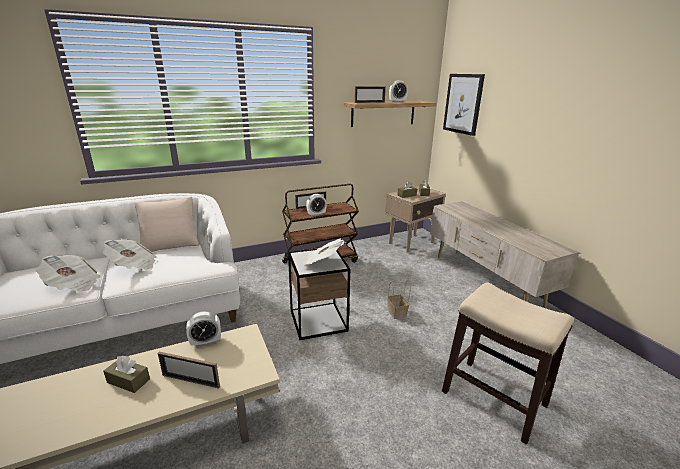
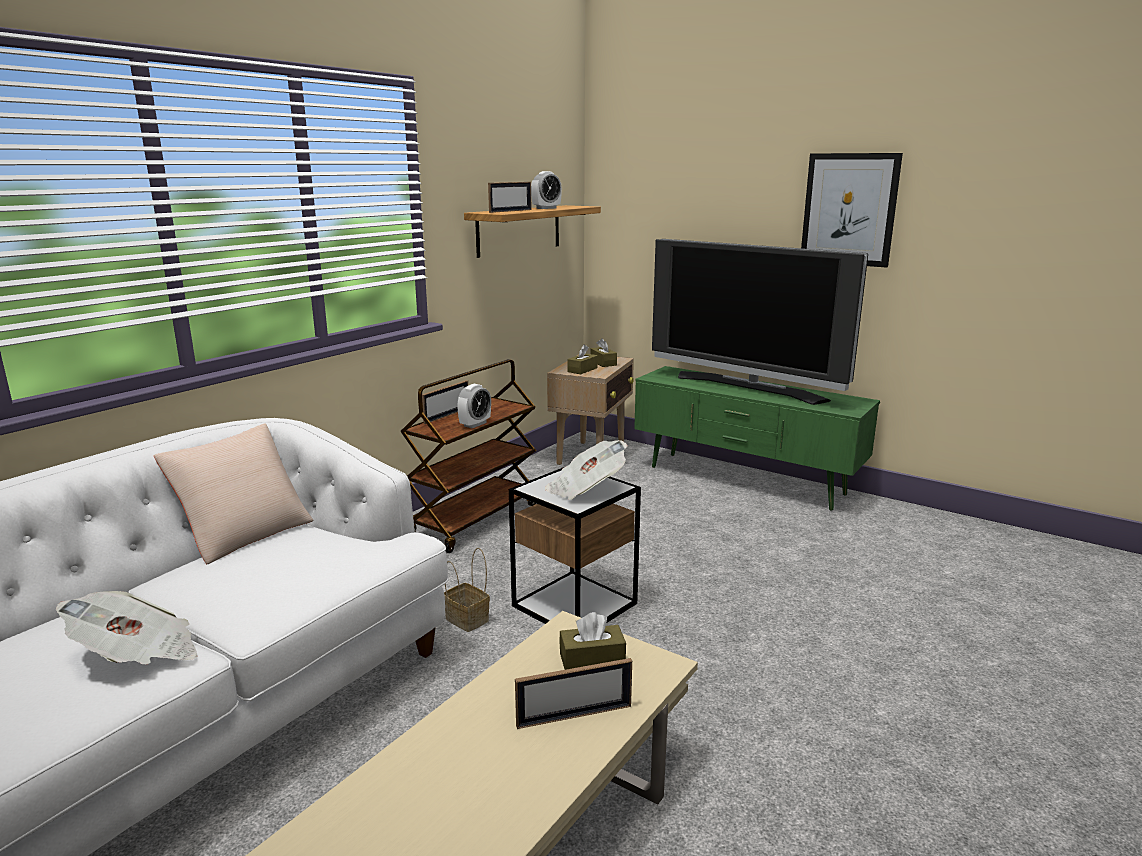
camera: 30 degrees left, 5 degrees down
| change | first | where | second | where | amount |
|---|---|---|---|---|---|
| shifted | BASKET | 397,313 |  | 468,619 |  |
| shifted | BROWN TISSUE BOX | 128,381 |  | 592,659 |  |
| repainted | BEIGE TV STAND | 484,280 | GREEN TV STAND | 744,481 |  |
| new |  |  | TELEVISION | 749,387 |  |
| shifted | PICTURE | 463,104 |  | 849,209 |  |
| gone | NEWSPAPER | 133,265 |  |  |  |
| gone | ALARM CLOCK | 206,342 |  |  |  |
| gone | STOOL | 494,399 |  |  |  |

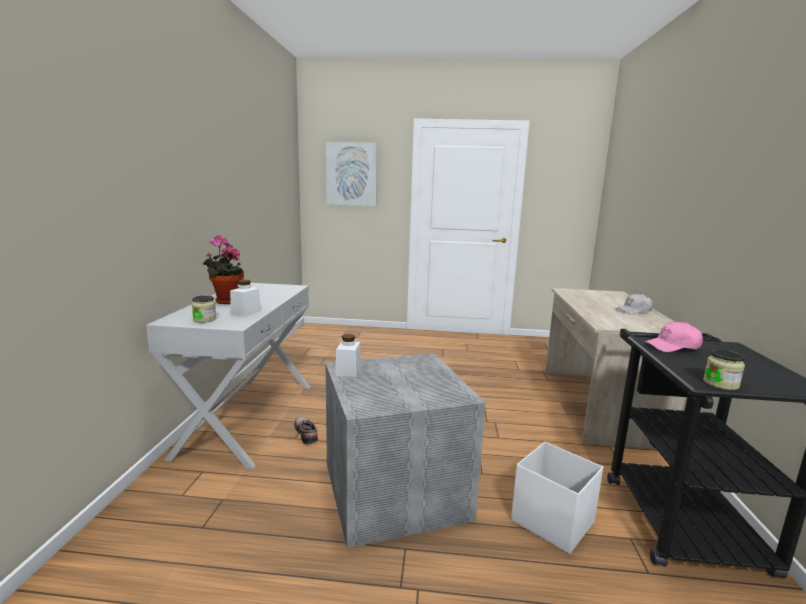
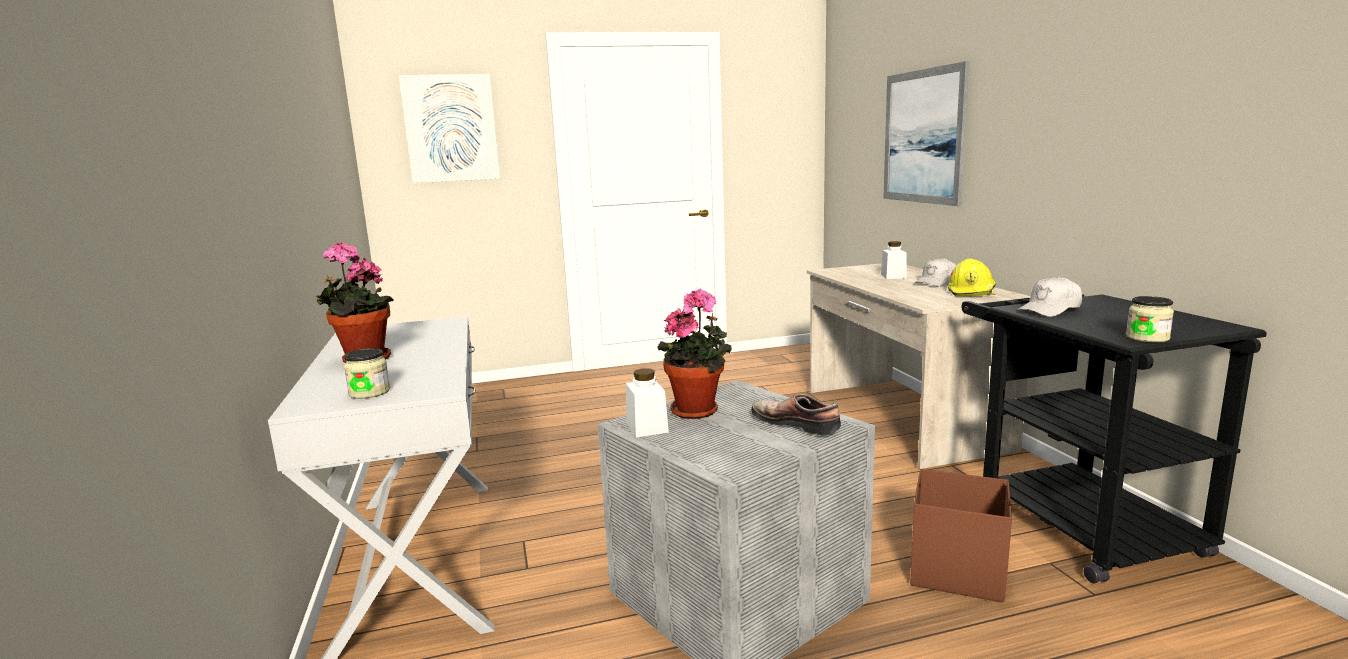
camera: 20 degrees left, 0 degrees up
| change | first | where | second | where | amount |
|---|---|---|---|---|---|
| new |  |  | POTTED PLANT | 698,410 |  |
| shifted | SHOE | 307,433 |  | 797,423 |  |
| shifted | WHITE JAR | 246,312 |  | 893,276 |  |
| new |  |  | PICTURE | 923,137 |  |
| repainted | WHITE STORAGE BOX | 551,521 | BROWN STORAGE BOX | 955,571 |  |
| new |  |  | YELLOW HARD HAT | 972,292 |  |
| repainted | PINK CAP | 672,346 | WHITE CAP | 1050,310 |  |

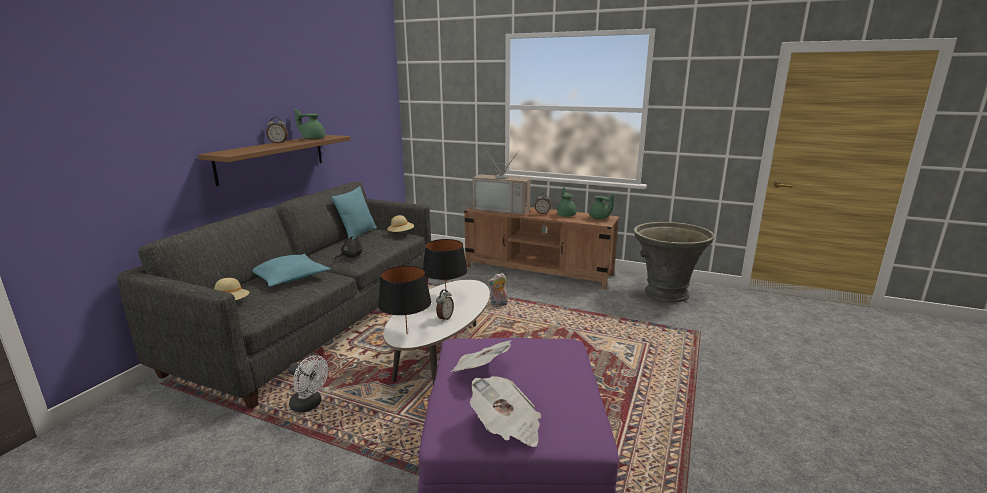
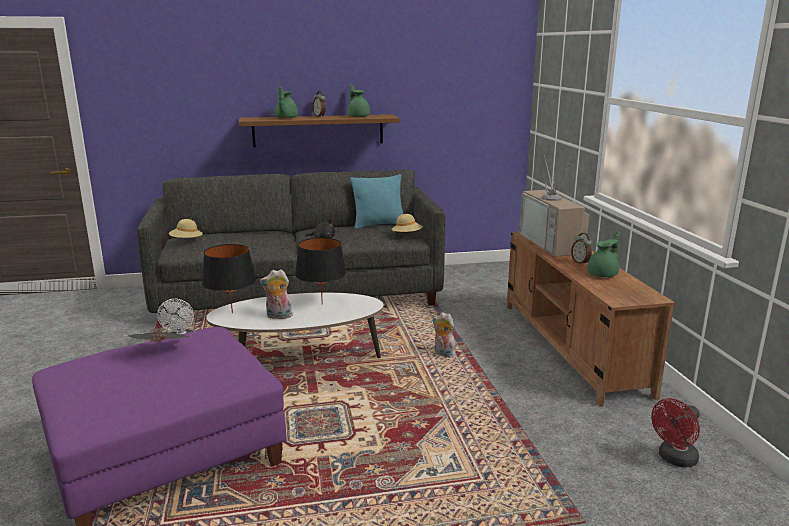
camera: 55 degrees right, 0 degrees up
| change | first | where | second | where | amount |
|---|---|---|---|---|---|
| swapped | ALARM CLOCK | 444,318 | PLUSH TOY | 278,316 |  |
| shifted | GREEN TEAPOT | 599,218 |  | 285,118 |  |
| swapped | GREY PLANTER | 665,293 | RED FAN | 674,459 |  |
| gone | TURQUOISE PILLOW | 290,277 |  |  |  |
| gone | NEWSPAPER | 507,427 |  |  |  |

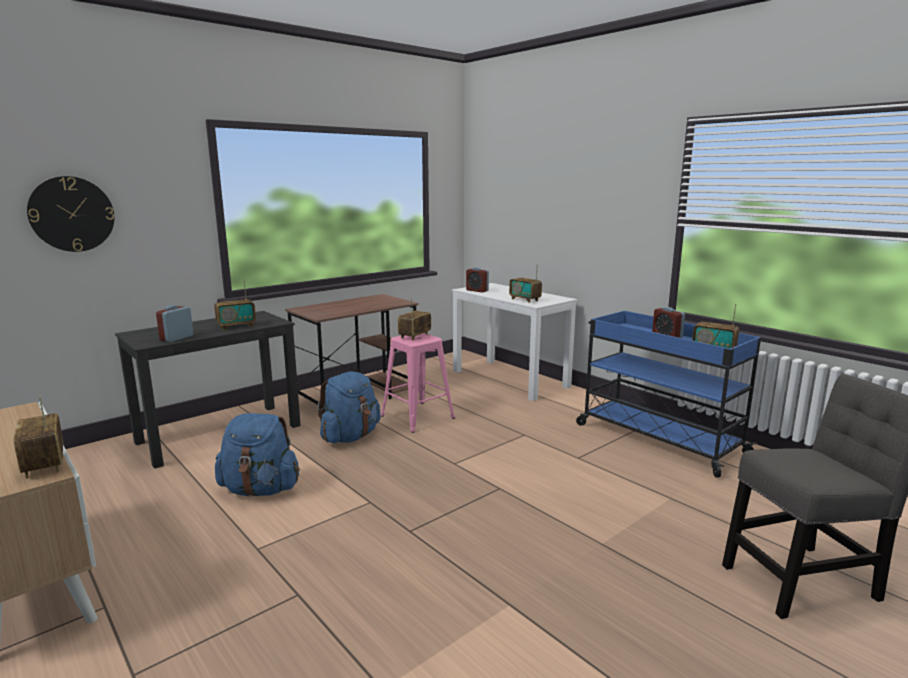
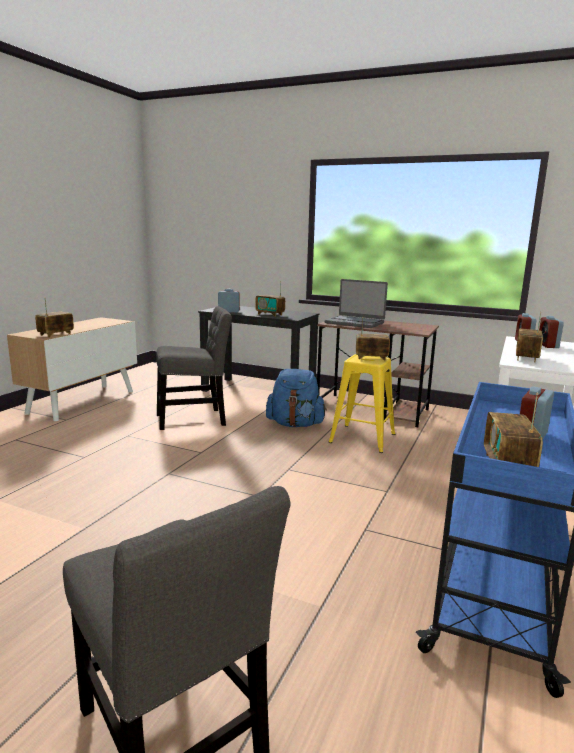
camera: 65 degrees right, 0 degrees up
| change | first | where | second | where | amount |
|---|---|---|---|---|---|
| swapped | BLUE BACKPACK | 260,490 | GREY CHAIR | 195,419 |  |
| new |  |  | LAPTOP | 355,323 |  |
| repainted | PINK STOOL | 417,417 | YELLOW STOOL | 361,438 |  |
| new |  |  | ALARM CLOCK | 547,345 |  |
| gone | WALL CLOCK | 72,214 |  |  |  |

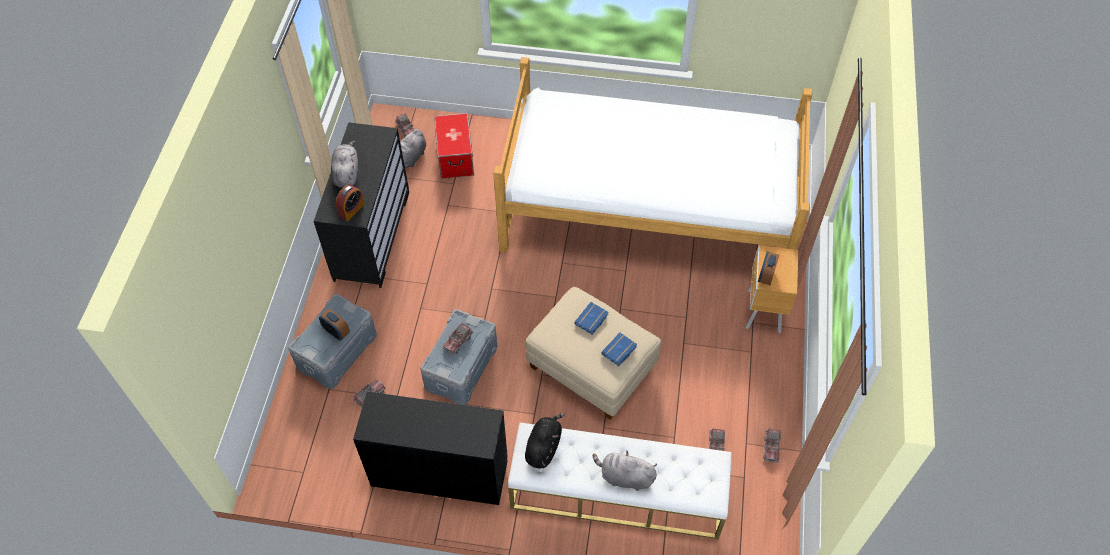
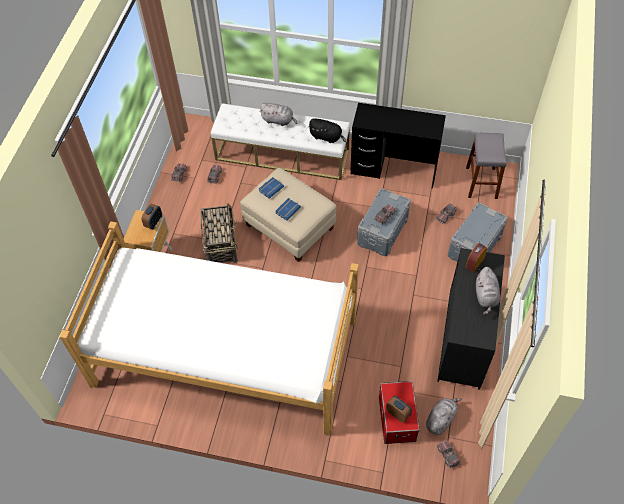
camera: 175 degrees left, 0 degrees up
| change | first | where | second | where | amount |
|---|---|---|---|---|---|
| new |  |  | BASKET | 221,243 |  |
| rotated | BLACK PLUSH TOY | 543,447 |  | 327,137 | 90 degrees counterclockwise |
| shifted | ALARM CLOCK | 336,332 |  | 397,413 |  |
| new |  |  | GREY STOOL | 481,182 |  |

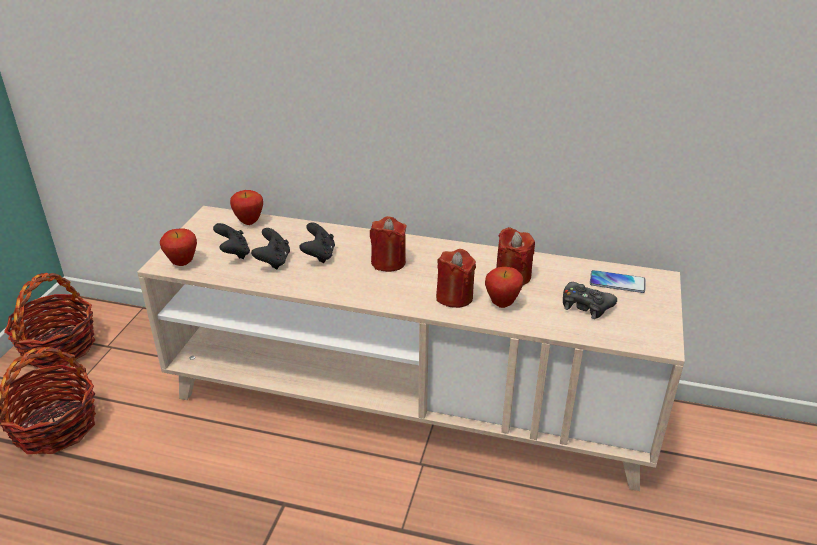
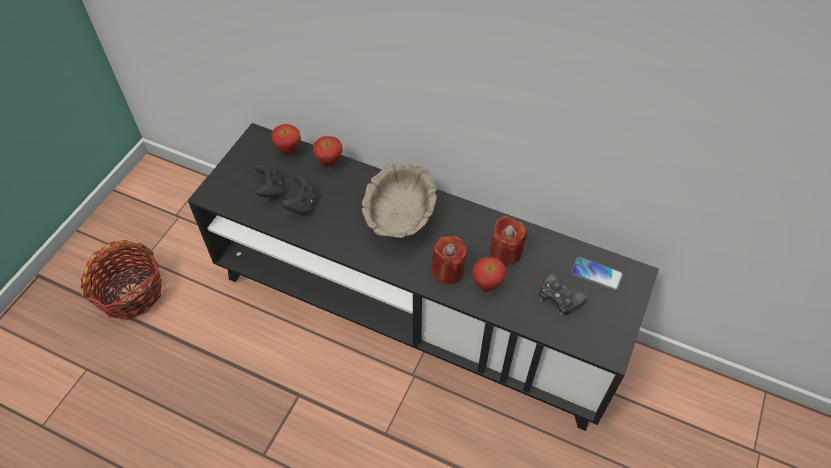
camera: 10 degrees right, 20 degrees up
| change | first | where | second | where | amount |
|---|---|---|---|---|---|
| repainted | BEIGE TV STAND | 408,401 | BLACK TV STAND | 415,311 |  |
| shifted | APPLE | 182,263 |  | 329,163 |  |
| swapped | RED CANDLE | 388,262 | BEIGE BOWL | 400,219 |  |
| gone | BASKET | 59,347 |  |  |  |
| gone | BLACK GAME CONTROLLER | 319,255 |  |  |  |

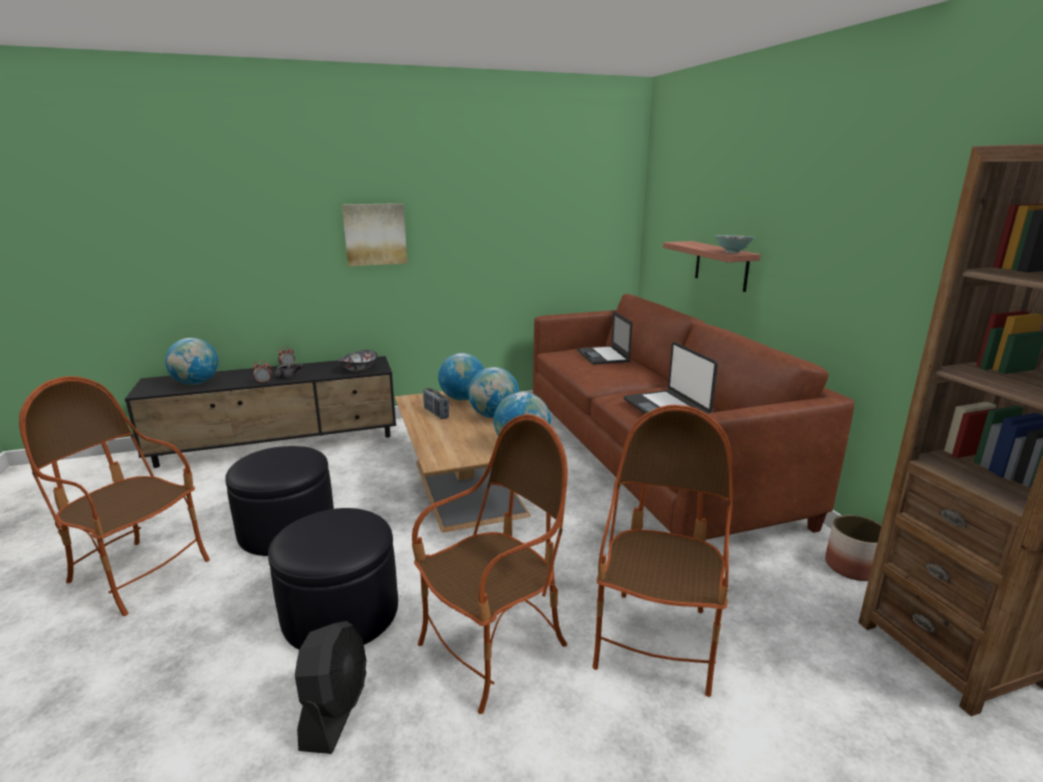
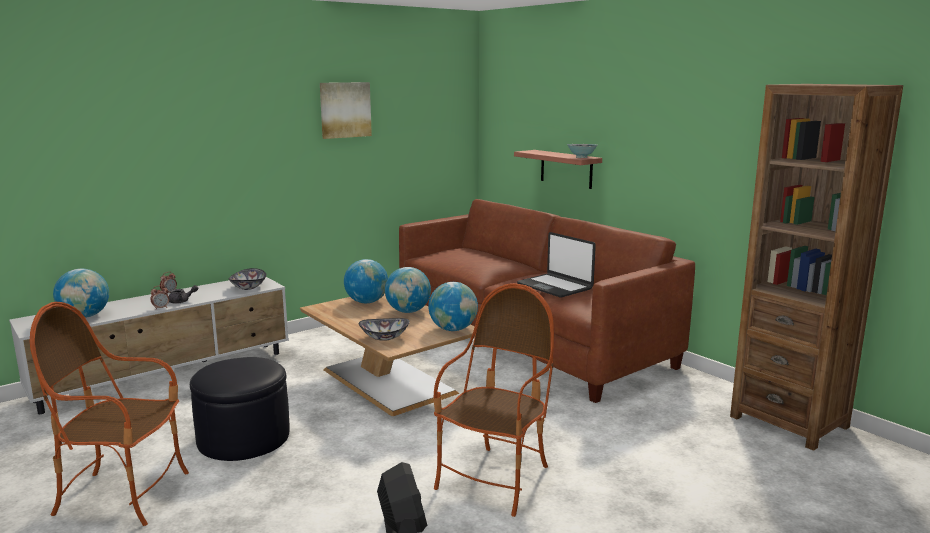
camera: 20 degrees left, 5 degrees down
| change | first | where | second | where | amount |
|---|---|---|---|---|---|
| repainted | BLACK TV STAND | 280,445 | WHITE TV STAND | 167,376 |  |
| shifted | PICTURE | 375,234 |  | 345,110 |  |
| new |  |  | BOWL | 384,338 |  |
| gone | BLACK OTTOMAN | 341,612 |  |  |  |
| gone | RADIO | 436,413 |  |  |  |
| gone | LAPTOP | 603,356 |  |  |  |
| gone | ARMCHAIR | 657,642 |  |  |  |
| gone | PLANTER | 853,567 |  |  |  |

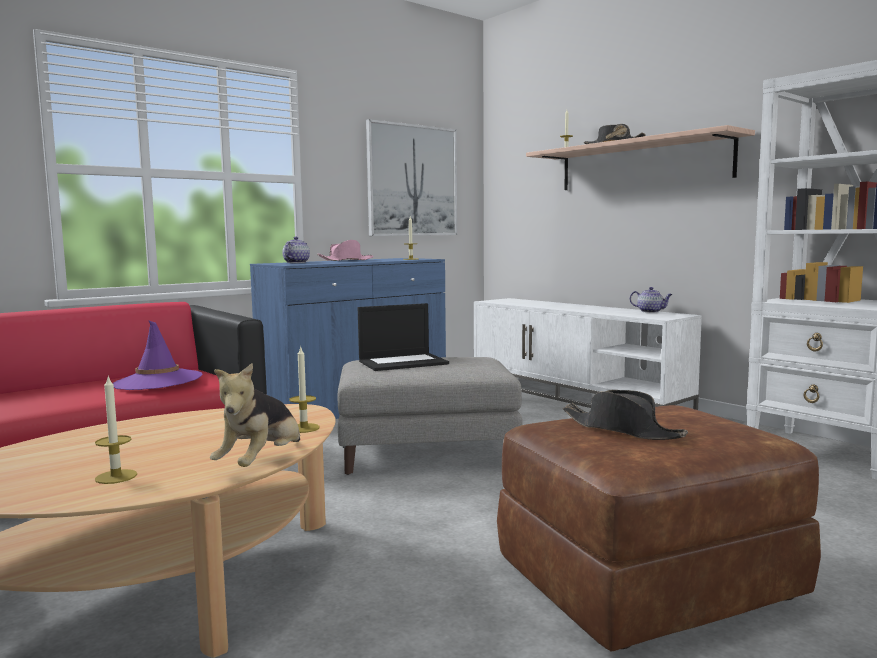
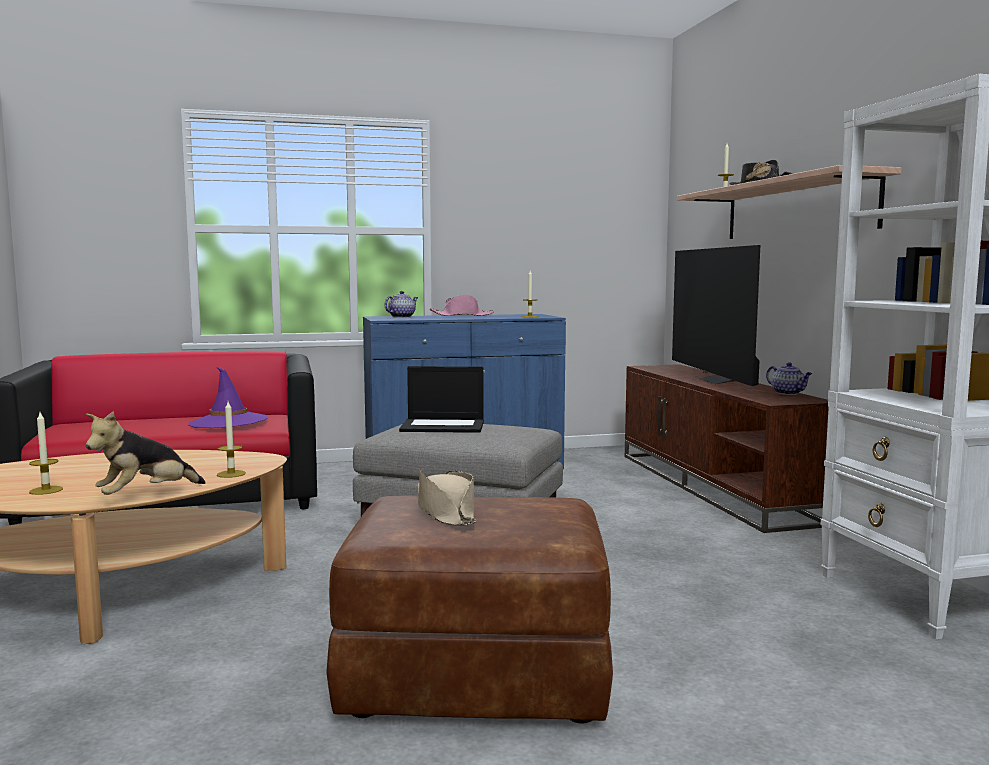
camera: 25 degrees right, 0 degrees up
| change | first | where | second | where | amount |
|---|---|---|---|---|---|
| repainted | BLACK HAT | 622,429 | BEIGE HAT | 446,512 |  |
| repainted | WHITE TV STAND | 575,395 | BROWN TV STAND | 714,486 |  |
| new |  |  | TELEVISION | 720,381 |  |
| gone | PICTURE | 412,180 |  |  |  |

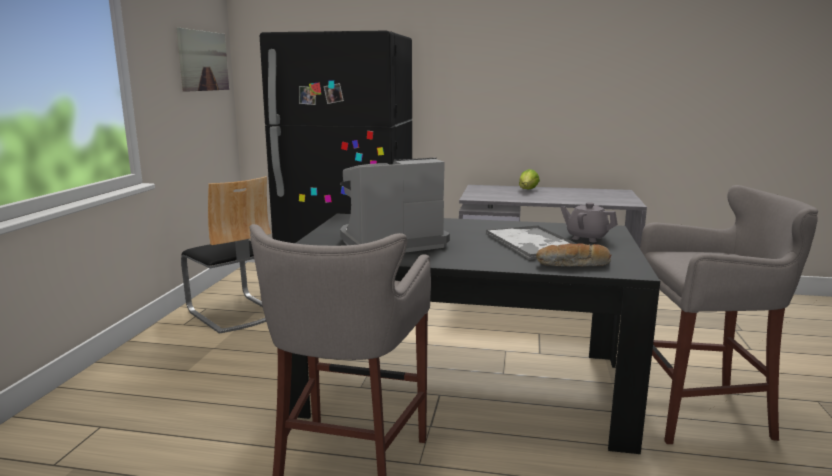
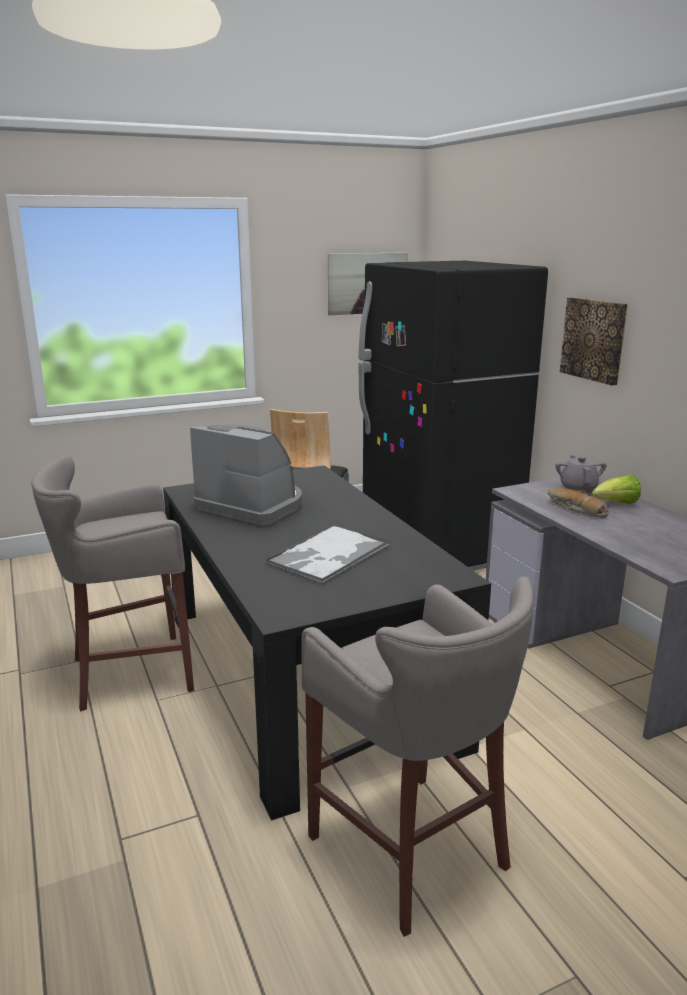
camera: 55 degrees right, 5 degrees up
| change | first | where | second | where | amount |
|---|---|---|---|---|---|
| shifted | BREAD | 573,265 |  | 575,509 |  |
| shifted | GREY TEAPOT | 586,238 |  | 578,489 |  |
| new |  |  | PICTURE | 594,339 |  |

